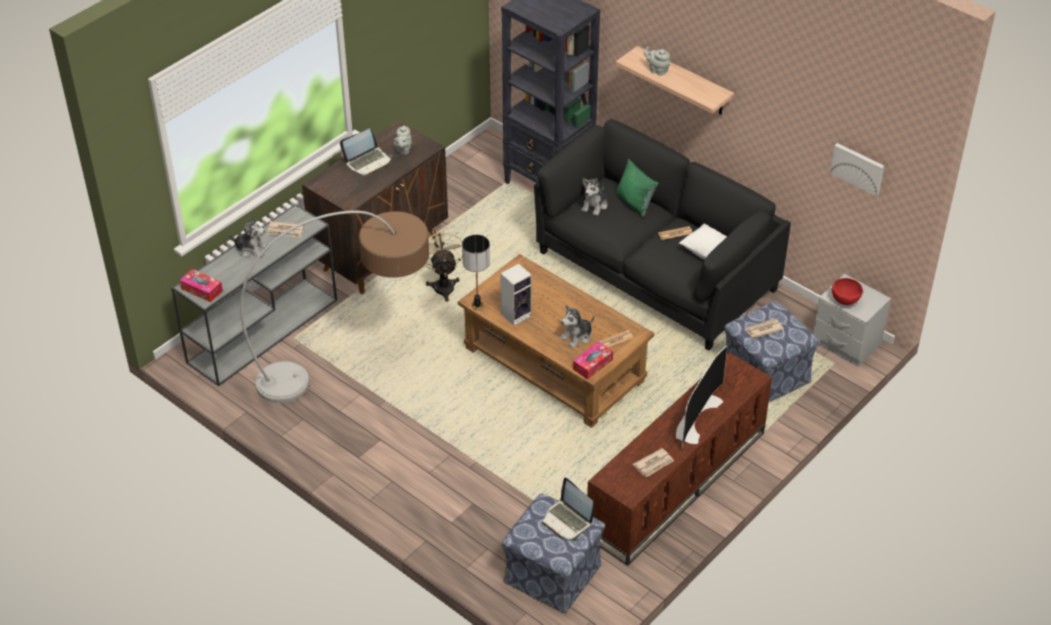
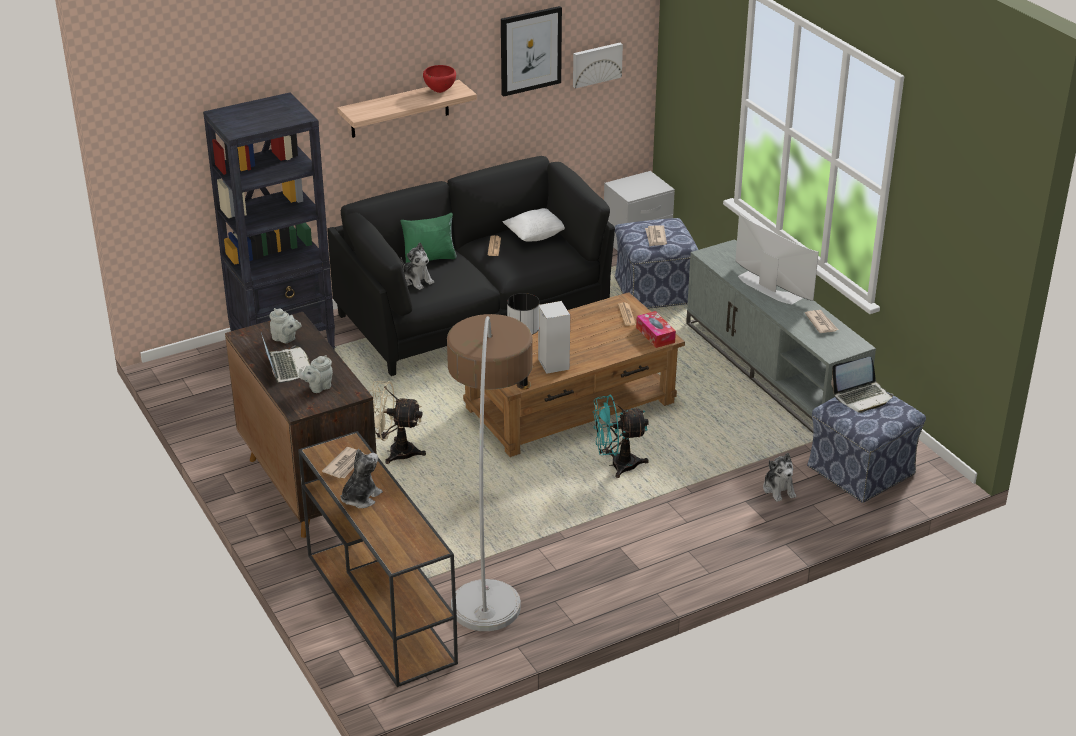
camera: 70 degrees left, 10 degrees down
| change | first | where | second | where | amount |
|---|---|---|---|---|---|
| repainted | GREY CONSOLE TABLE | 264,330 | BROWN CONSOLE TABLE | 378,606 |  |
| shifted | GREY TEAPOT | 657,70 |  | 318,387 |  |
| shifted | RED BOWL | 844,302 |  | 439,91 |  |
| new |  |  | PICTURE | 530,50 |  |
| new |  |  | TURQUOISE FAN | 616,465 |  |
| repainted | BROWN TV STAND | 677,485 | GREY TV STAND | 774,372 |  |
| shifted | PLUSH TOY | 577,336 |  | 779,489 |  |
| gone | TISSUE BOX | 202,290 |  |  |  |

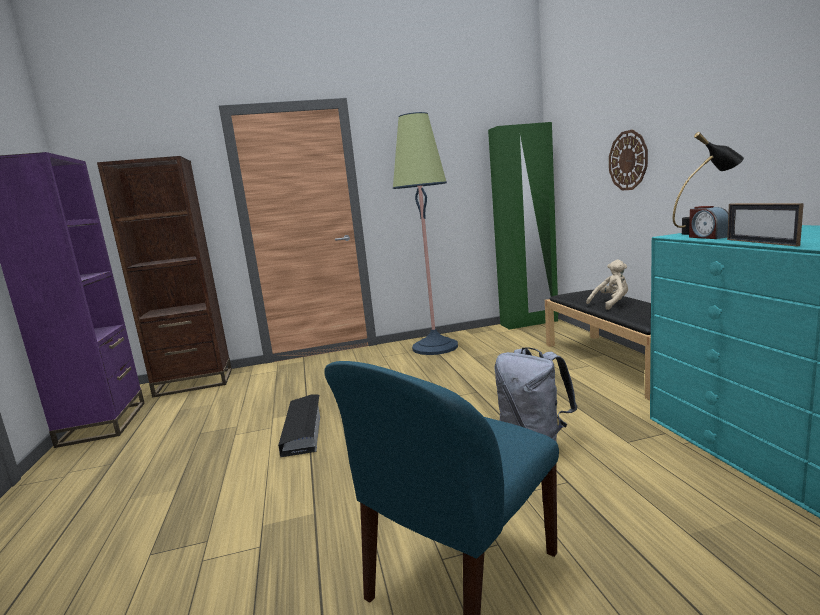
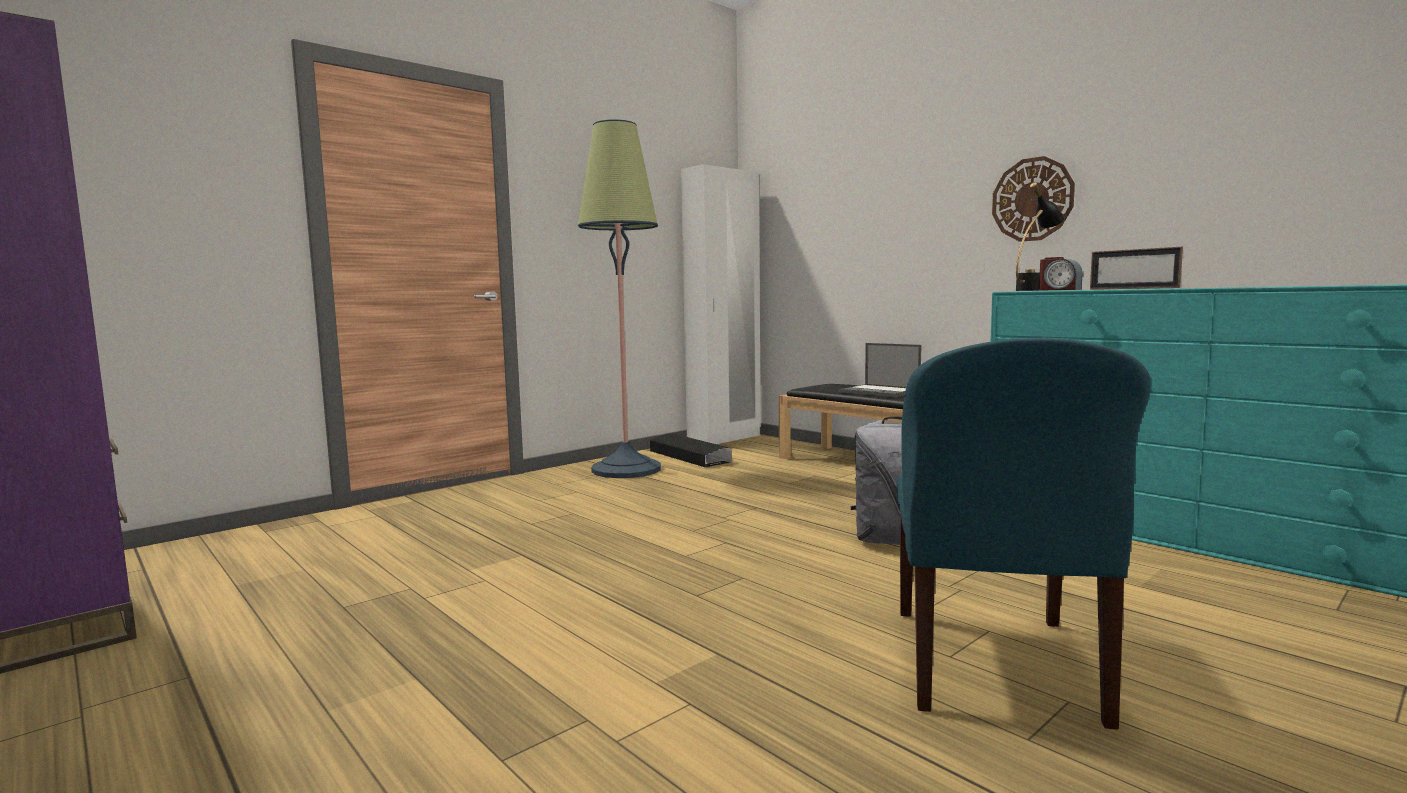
camera: 30 degrees left, 5 degrees down
| change | first | where | second | where | amount |
|---|---|---|---|---|---|
| shifted | BLACK STORAGE BOX | 303,429 |  | 689,456 |  |
| repainted | GREEN WARDROBE | 529,323 | WHITE WARDROBE | 724,438 |  |
| swapped | BEIGE PLUSH TOY | 611,304 | LAPTOP | 880,392 |  |
| shifted | WALL CLOCK | 628,160 |  | 1032,199 |  |
| gone | BROWN BOOKCASE | 194,383 |  |  |  |

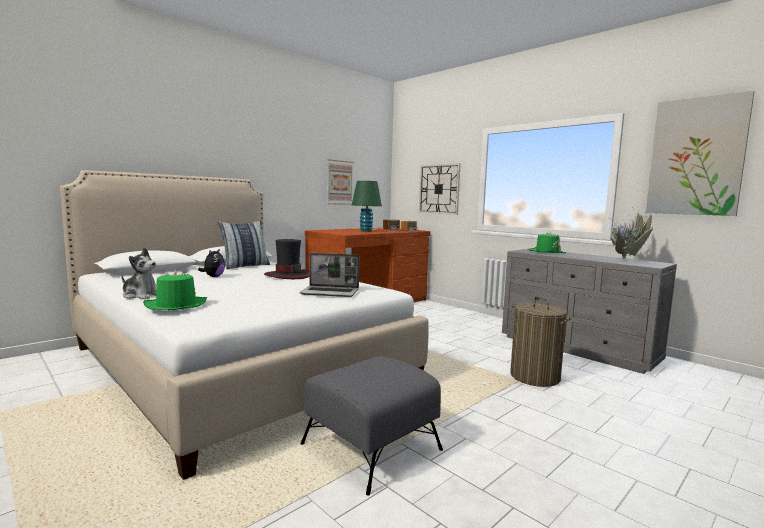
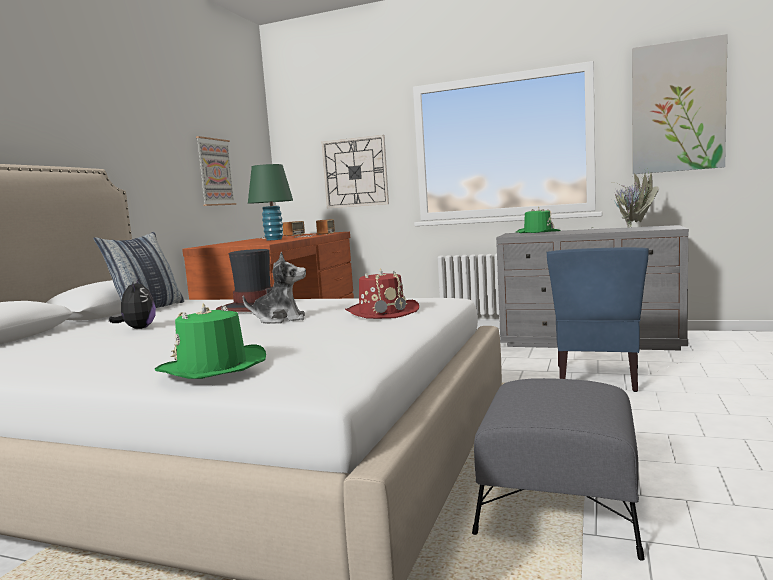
camera: 25 degrees left, 0 degrees up
| change | first | where | second | where | amount |
|---|---|---|---|---|---|
| shifted | PLUSH TOY | 141,295 |  | 280,319 |  |
| swapped | LAPTOP | 331,292 | RED HAT | 382,312 |  |
| swapped | LAUNDRY BASKET | 534,377 | BLUE CHAIR | 597,378 |  |

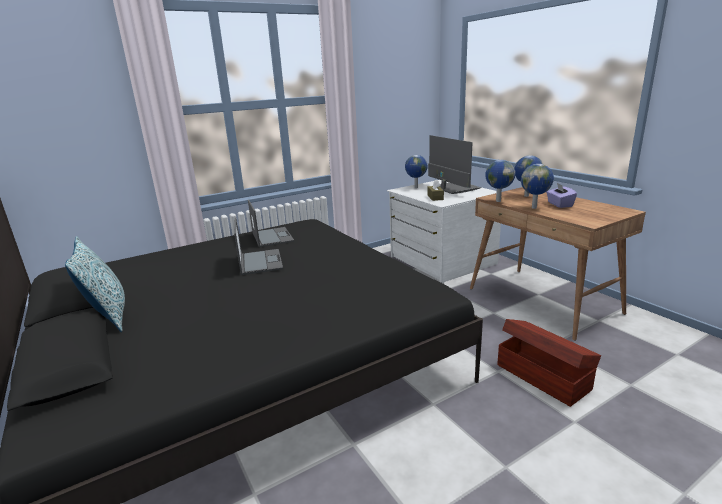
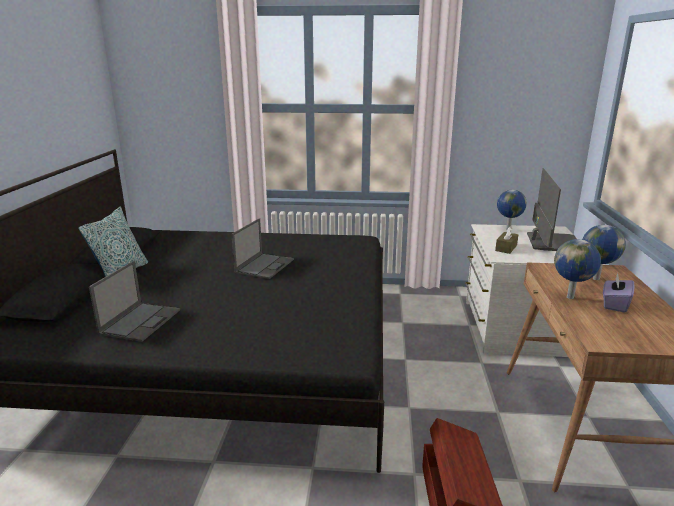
camera: 35 degrees right, 0 degrees up
| change | first | where | second | where | amount |
|---|---|---|---|---|---|
| shifted | LAPTOP | 272,237 |  | 141,321 |  |
| gone | GLOBE | 498,201 |  |  |  |

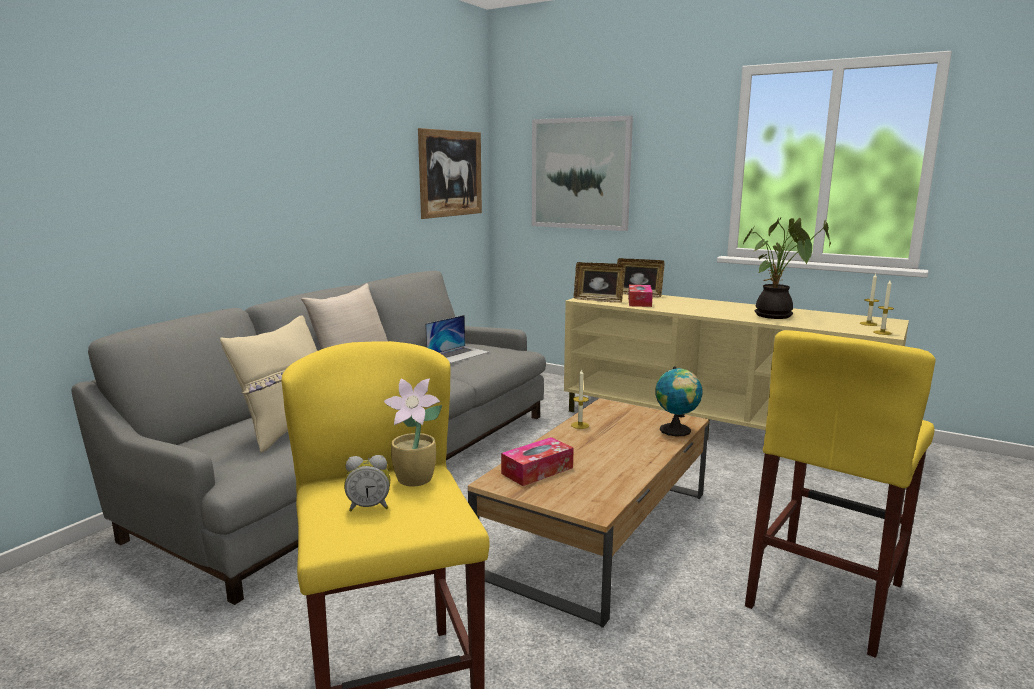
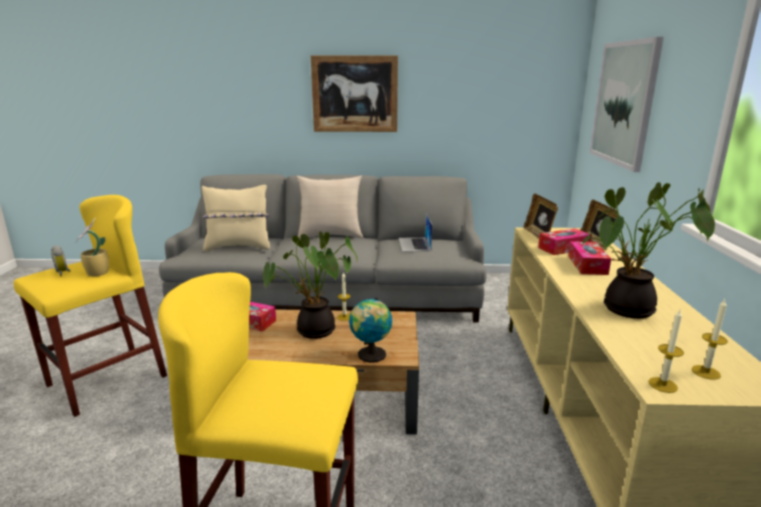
camera: 60 degrees right, 5 degrees up
| change | first | where | second | where | amount |
|---|---|---|---|---|---|
| new |  |  | POTTED PLANT | 314,332 |  |
| shifted | PICTURE | 450,173 |  | 355,94 |  |
| rotated | LAPTOP | 458,354 |  | 414,244 | 75 degrees clockwise |
| new |  |  | TISSUE BOX | 587,265 |  |

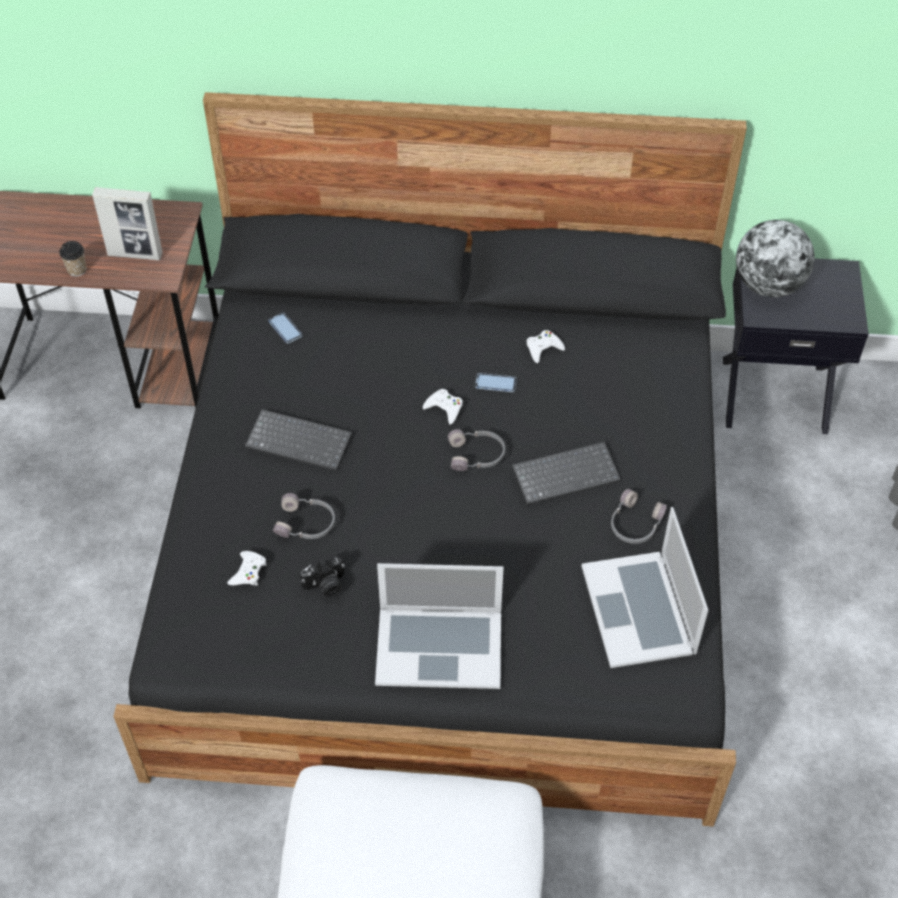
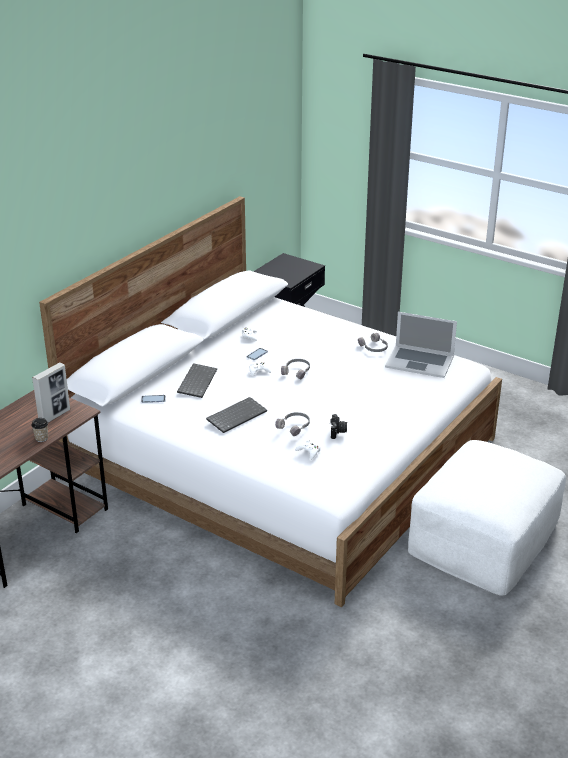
camera: 60 degrees left, 20 degrees down
| change | first | where | second | where | amount |
|---|---|---|---|---|---|
| repainted | BLACK BED | 450,544 | WHITE BED | 283,455 |  |
| shifted | KEYBOARD | 566,473 |  | 196,381 |  |
| gone | LAPTOP | 439,646 |  |  |  |
| gone | GLOBE | 768,285 |  |  |  |

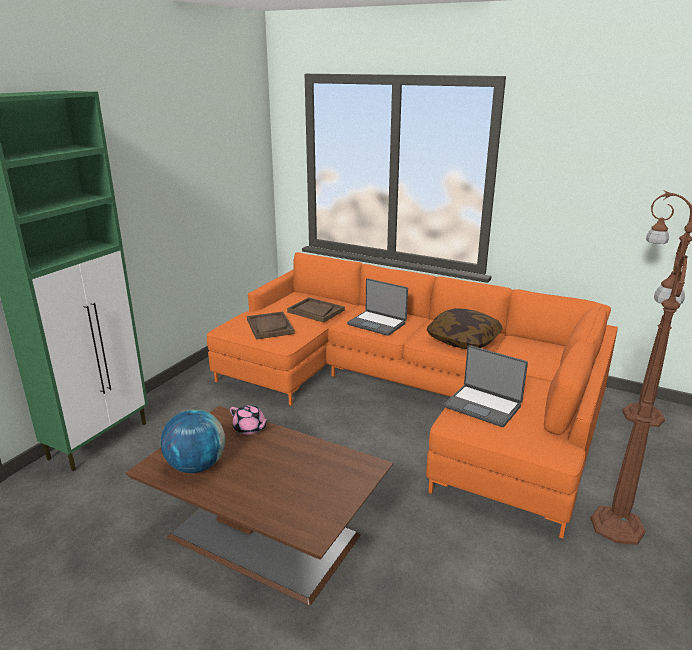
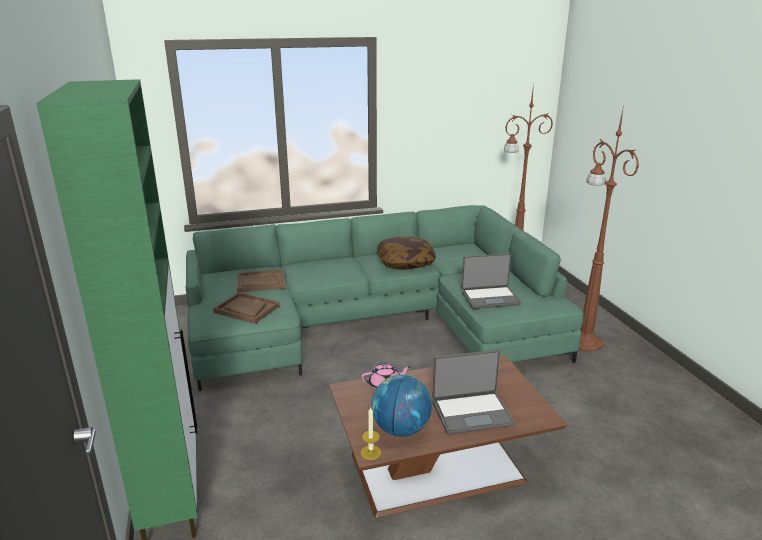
camera: 45 degrees left, 0 degrees up
| change | first | where | second | where | amount |
|---|---|---|---|---|---|
| repainted | ORANGE SOFA | 414,394 | GREEN SOFA | 377,323 |  |
| new |  |  | CANDLE | 370,452 |  |
| shifted | LAPTOP | 377,323 |  | 471,413 |  |

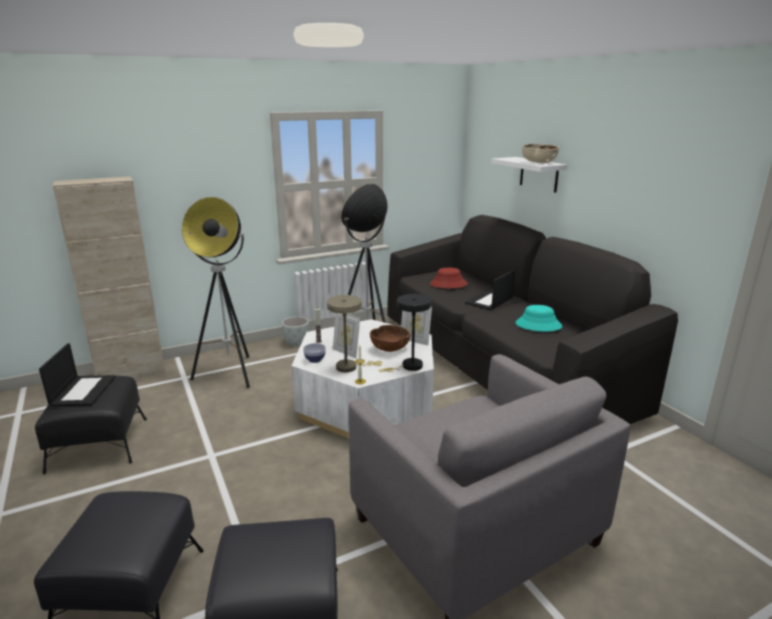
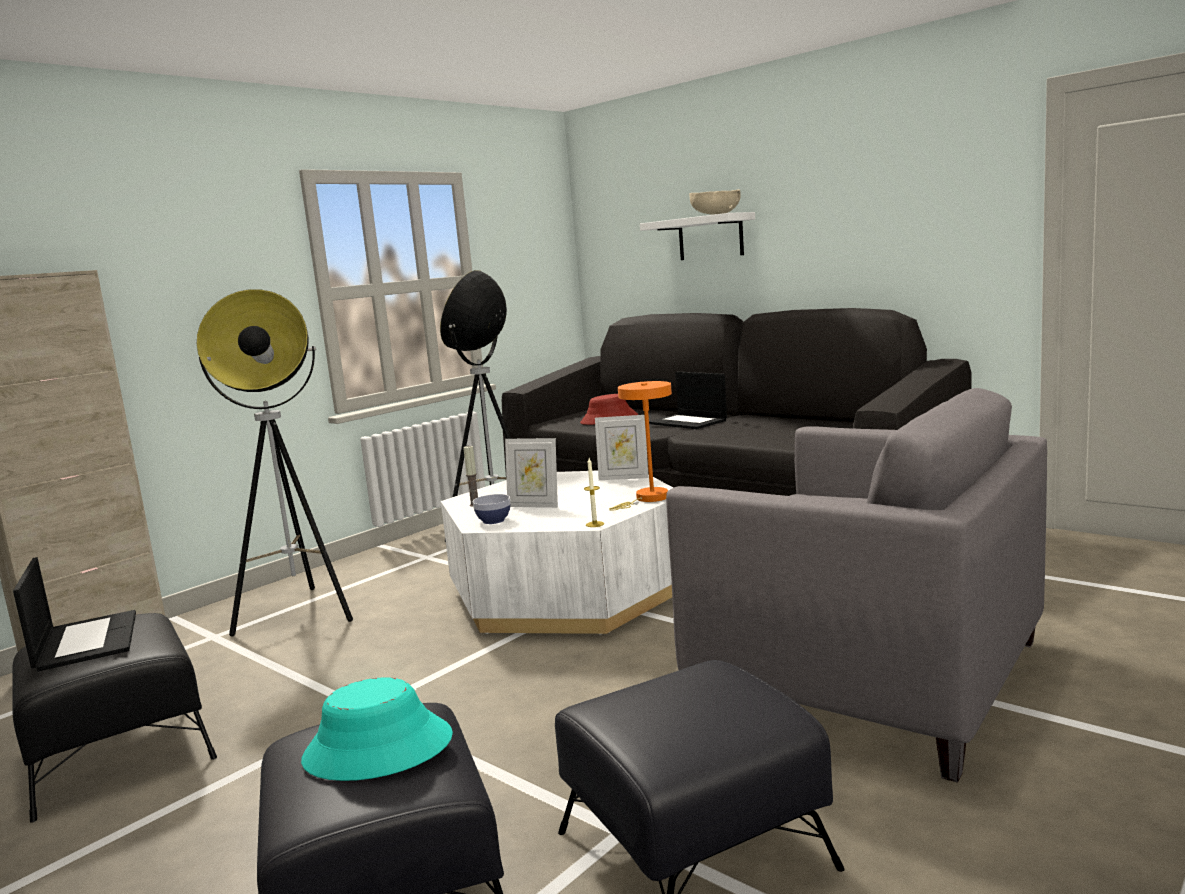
camera: 20 degrees left, 10 degrees down
| change | first | where | second | where | amount |
|---|---|---|---|---|---|
| shifted | TURQUOISE HAT | 538,325 |  | 377,749 |  |
| repainted | BLACK TABLE LAMP | 409,367 | ORANGE TABLE LAMP | 648,499 |  |
| rotated | LAPTOP | 489,301 |  | 688,422 | 60 degrees counterclockwise |
| gone | GREY PLANTER | 296,342 |  |  |  |
| gone | BEIGE TABLE LAMP | 350,367 |  |  |  |
| gone | BROWN BOWL | 389,348 |  |  |  |

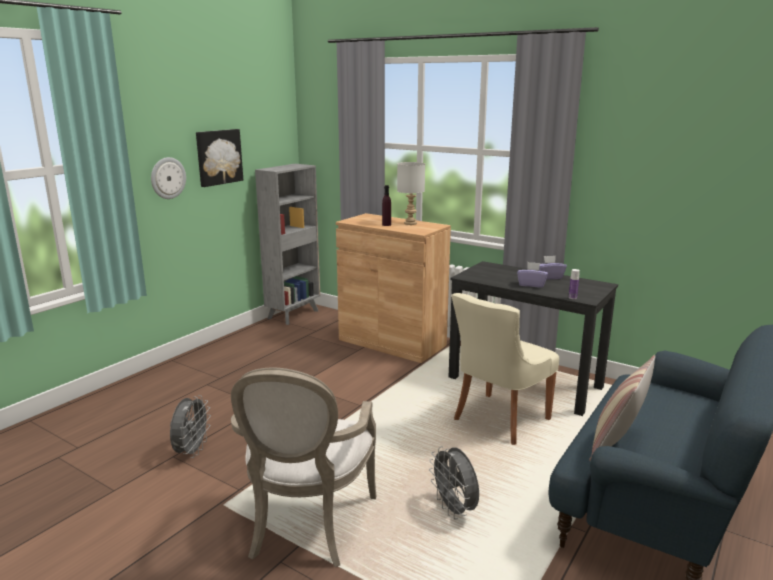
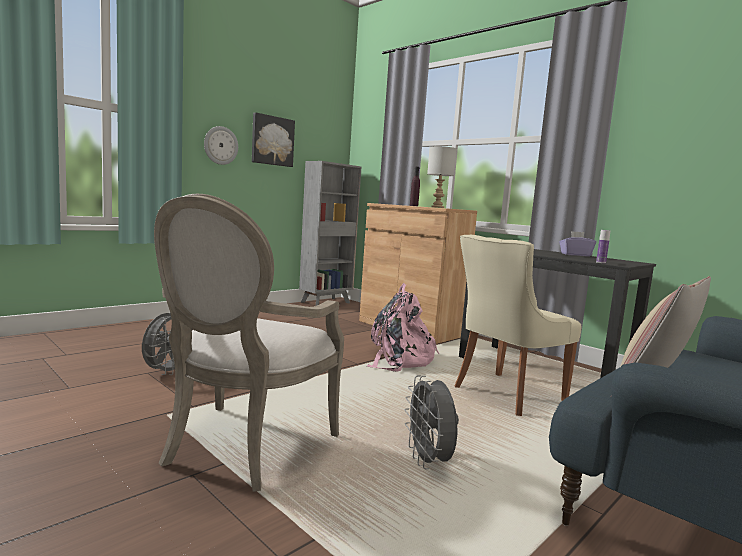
camera: 10 degrees right, 10 degrees down
| change | first | where | second | where | amount |
|---|---|---|---|---|---|
| new |  |  | PINK BACKPACK | 399,359 |  |
| gone | PURPLE TISSUE BOX | 531,284 |  |  |  |

